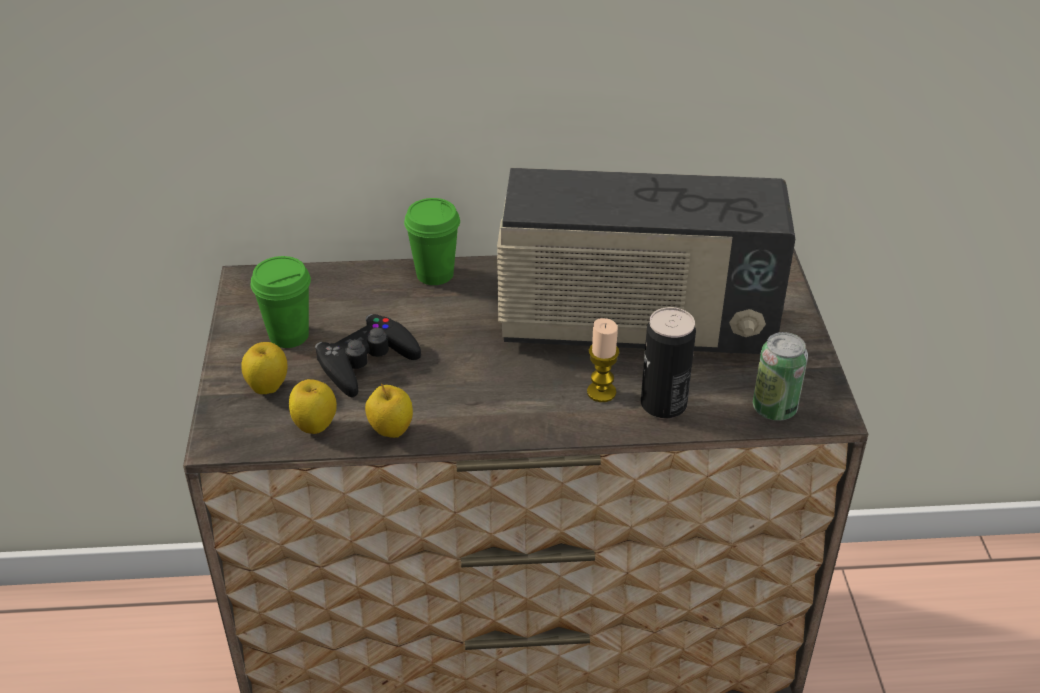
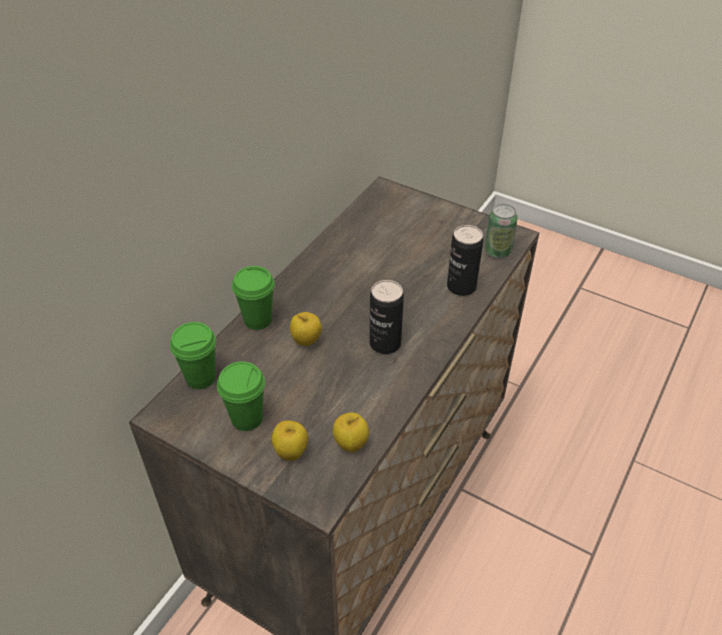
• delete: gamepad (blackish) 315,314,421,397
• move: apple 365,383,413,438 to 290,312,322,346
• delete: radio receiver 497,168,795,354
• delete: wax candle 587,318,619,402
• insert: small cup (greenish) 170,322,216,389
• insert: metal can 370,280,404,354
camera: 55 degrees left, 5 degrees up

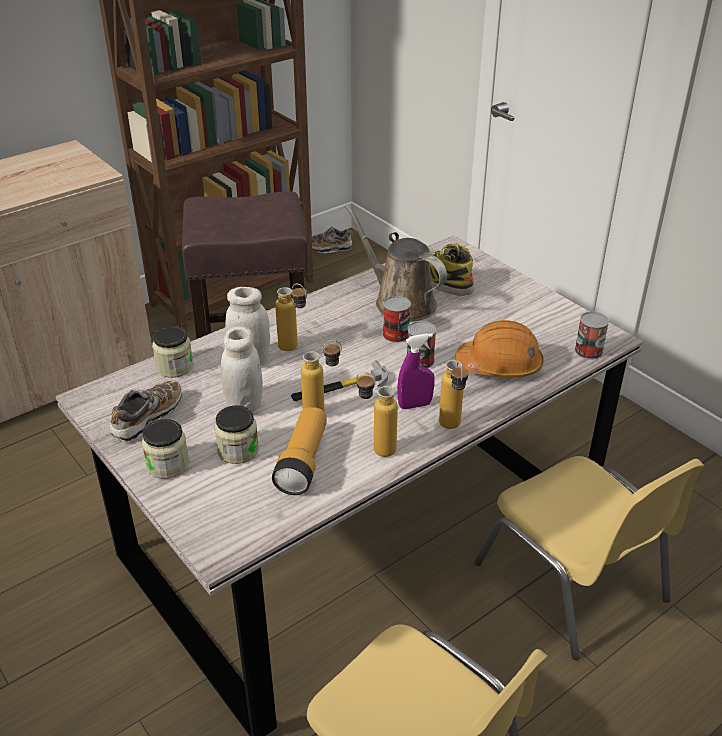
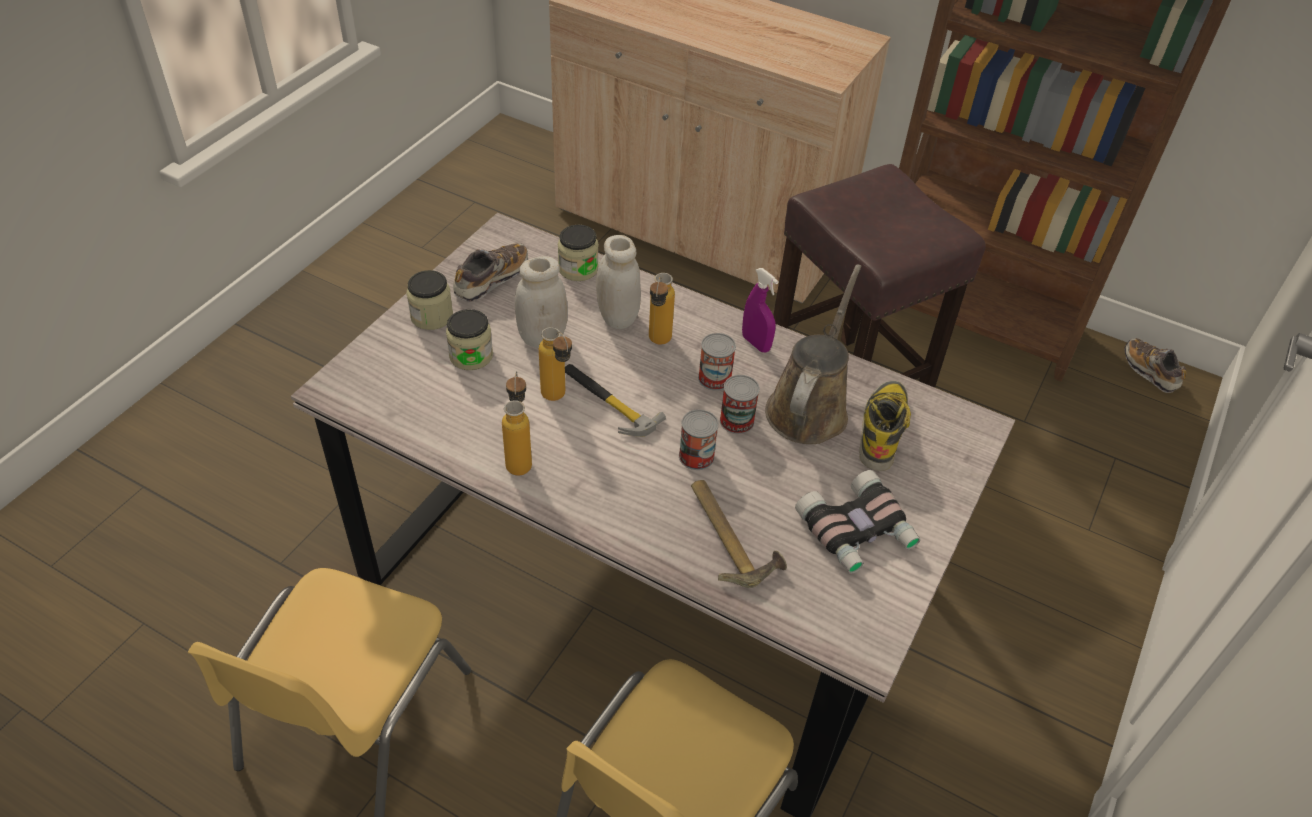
• rotate: low shoe 110,380,183,442 = 453,243,528,302 60 degrees counterclockwise
• delete: torch 272,407,327,495
• move: sprayer (purplish) 397,333,435,409 to 742,268,779,352
• delete: beverage bottle 439,360,468,429
• replace: work helmet (orangey) 455,320,544,377 to tool hammer 691,480,787,588
• move: metal can 575,312,609,360 to 698,333,736,391
• insert: field glasses 795,470,920,573
camera: 65 degrees right, 10 degrees up

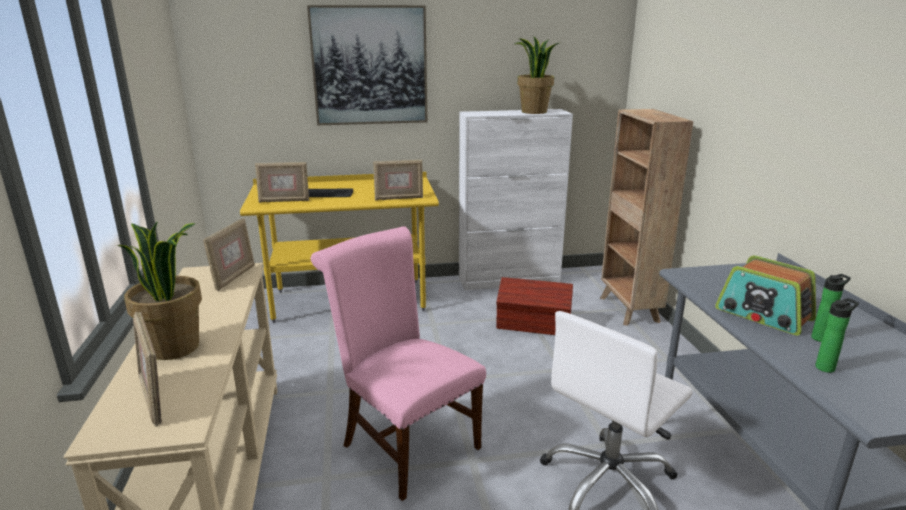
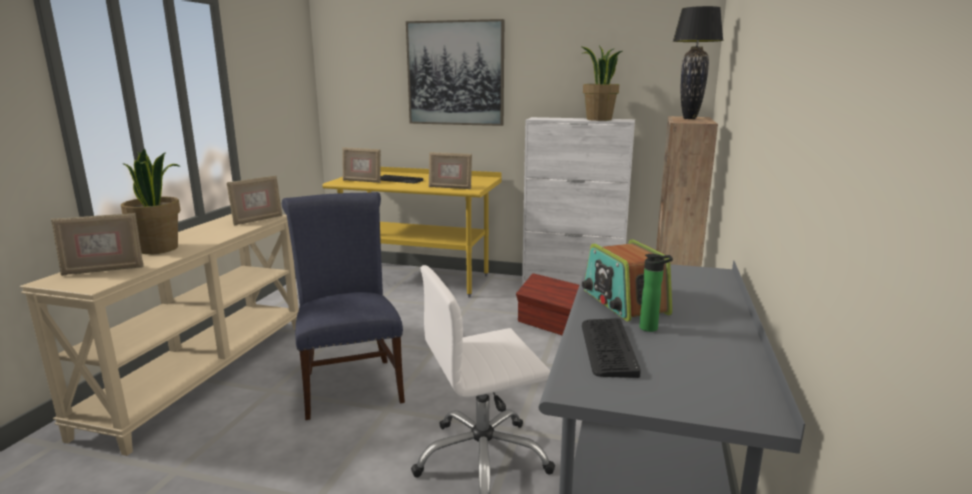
• rotate: standing frame 133,312,162,427 = 51,213,144,276 105 degrees counterclockwise
• recolor: upright chair (pink-coloured) 311,226,486,501 to upright chair (blue-coloured) 282,192,405,420
• replace: beverage bottle 815,298,859,373 to PC keyboard 582,318,641,378
• insert: tabletop lamp (blackish) 673,6,724,119
camera: 25 degrees right, 5 degrees down

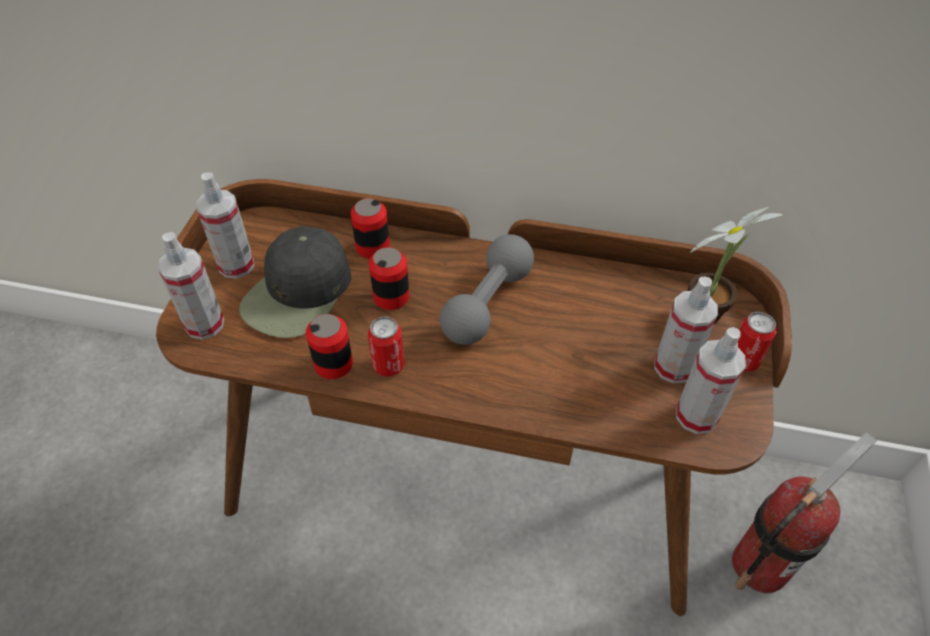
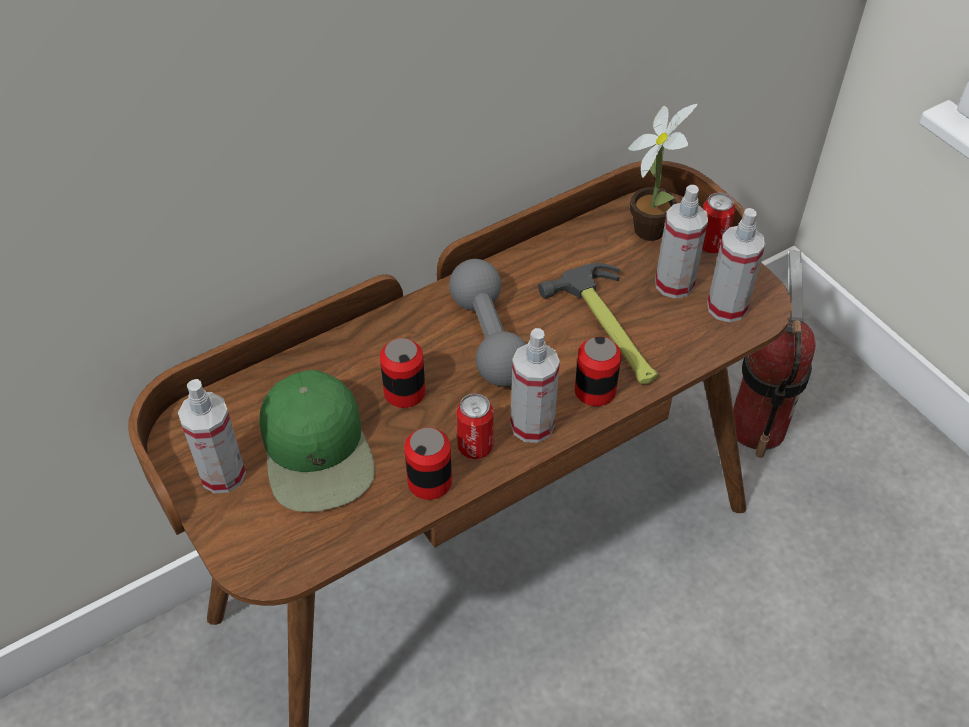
• move: sprayer 158,232,224,340 to 510,328,560,443
• recolor: cap (blackish) 239,226,351,338 to cap (greenish) 259,370,375,512
• move: metal can 351,198,390,259 to 575,336,621,406
• insert: tool hammer 538,263,658,384
camera: 45 degrees left, 0 degrees up

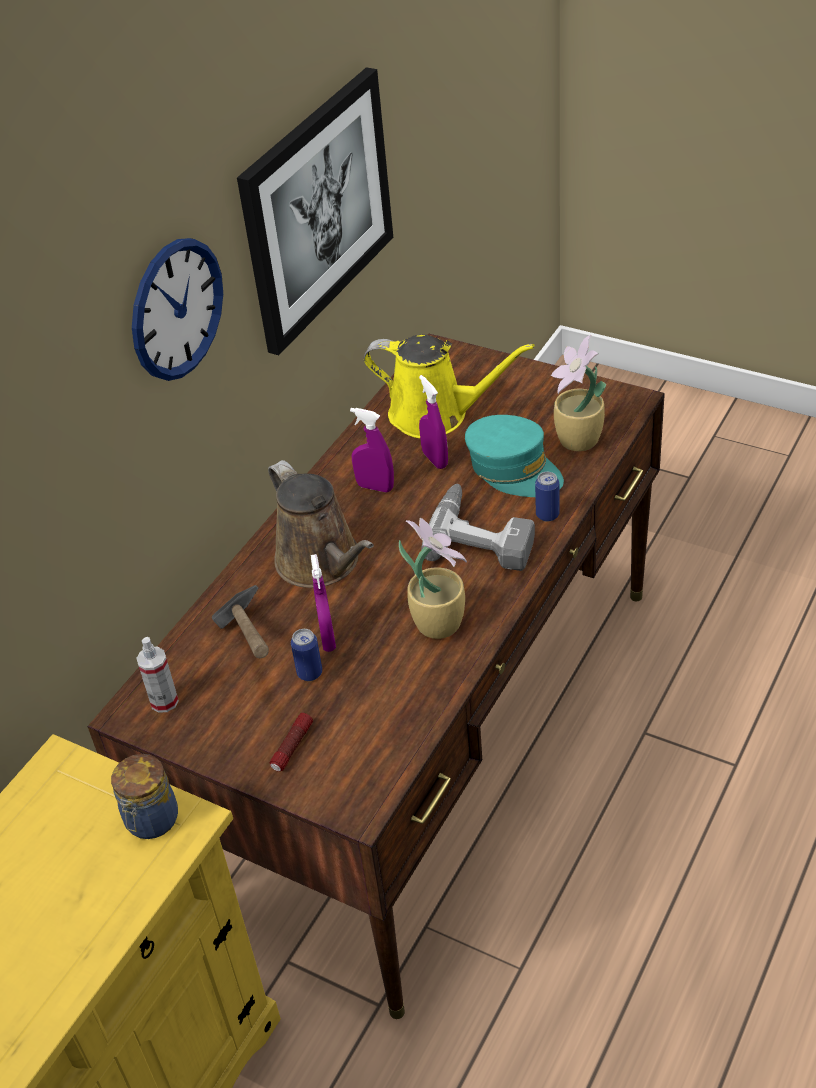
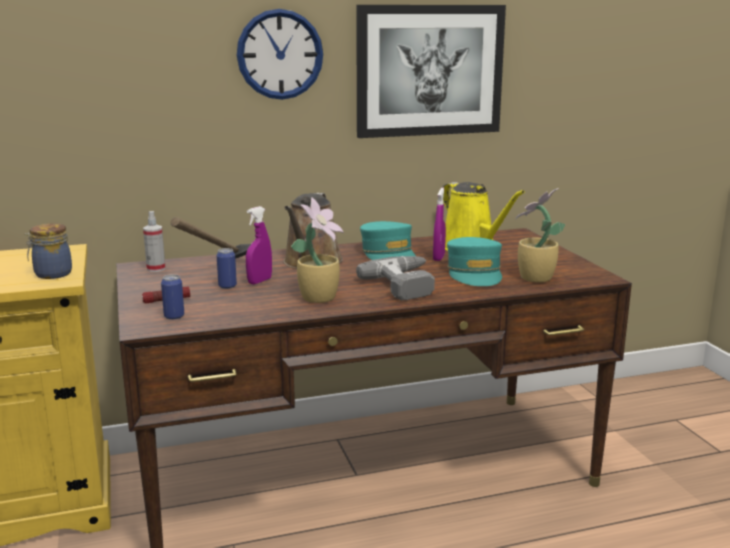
• replace: sprayer (purplish) 350,408,394,492 to cap (blue-green) 360,221,416,260
• move: metal can 535,472,560,522 to 161,274,184,320
camera: 40 degrees right, 25 degrees down

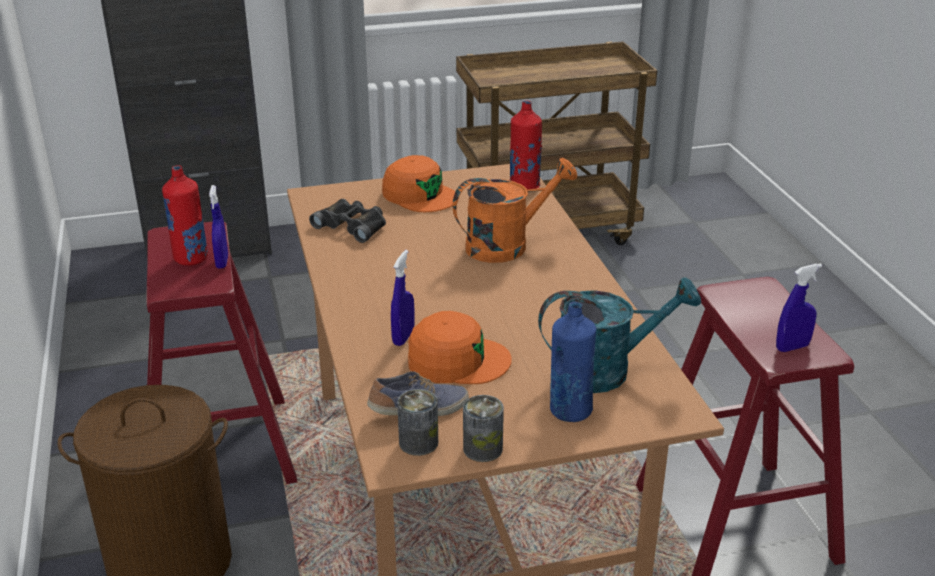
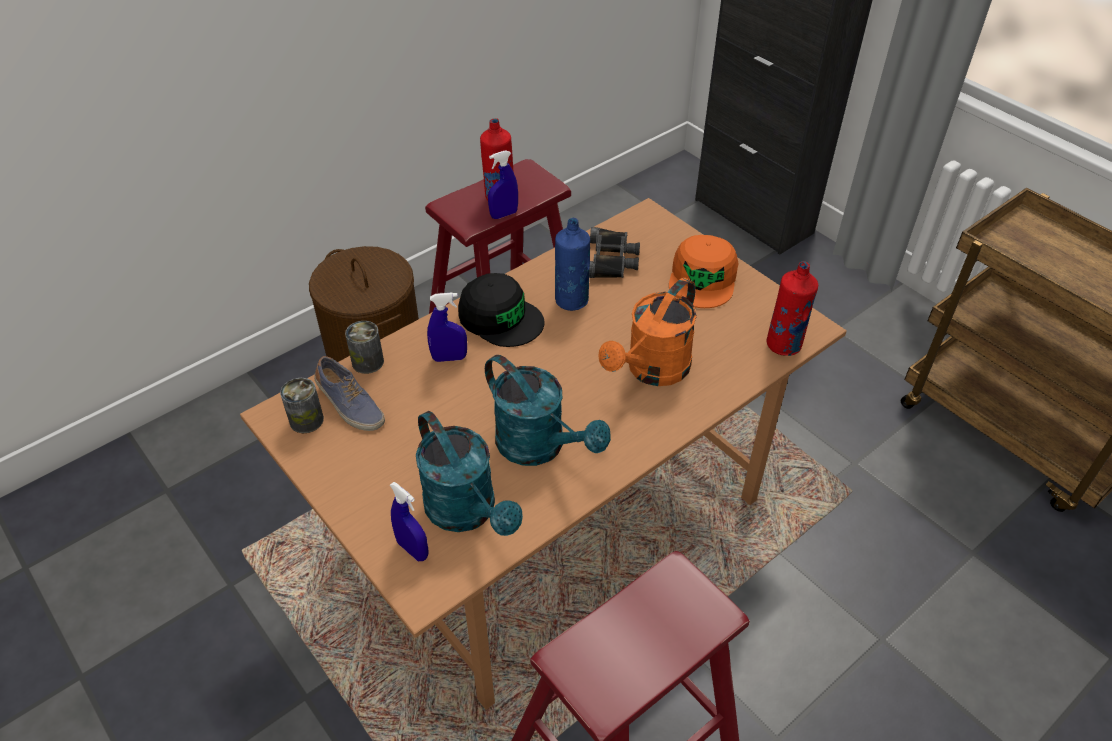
• delete: cap (orangey) 408,311,512,384
• rotate: watering can (orangey) 452,158,578,263 = 598,278,697,386 90 degrees clockwise
• move: metal can 463,395,504,462 to 345,321,384,374
• move: beverage bottle (blue-coloured) 550,302,597,422 to 555,218,590,311
• move: sprayer (blue-coloured) 776,263,822,352 to 390,482,428,561
• insert: cap (blackish) 458,273,545,347
• insert: watering can (blue-green) 485,355,611,466
camera: 65 degrees right, 15 degrees up

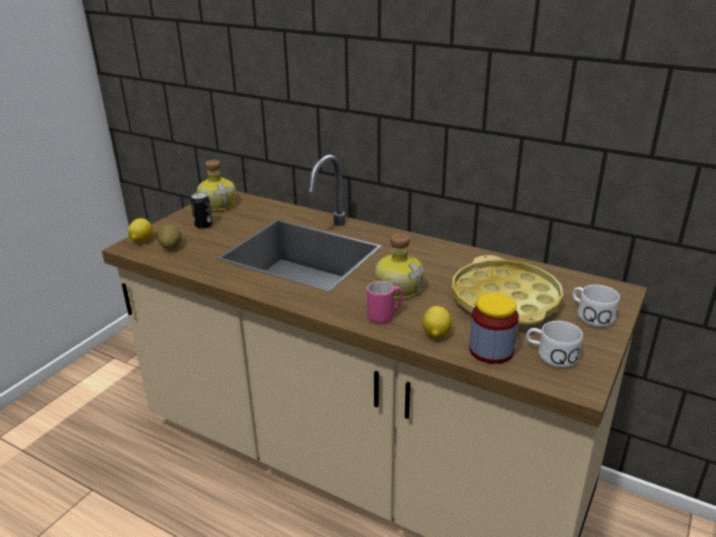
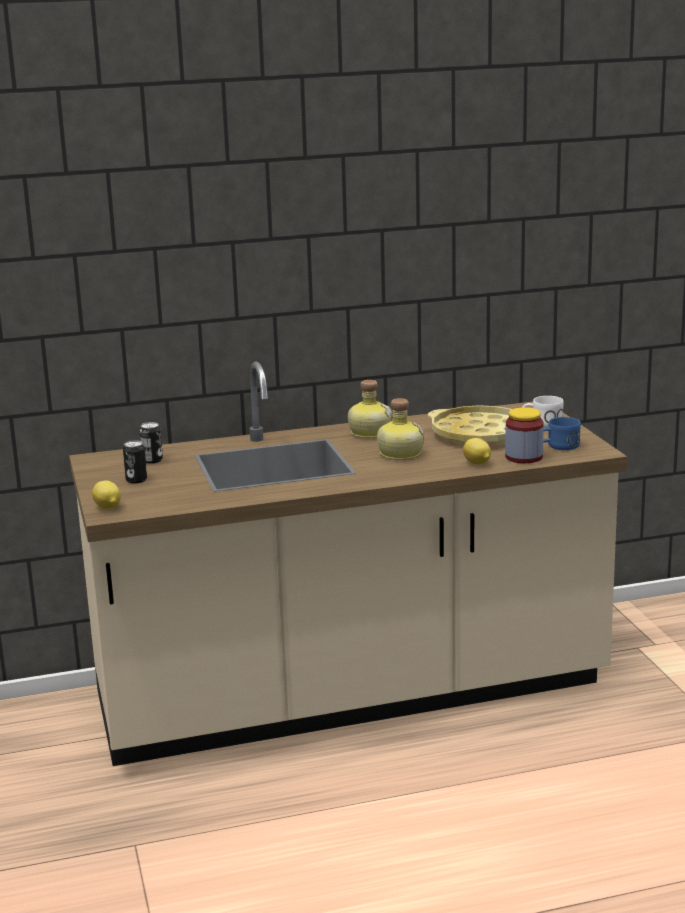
• delete: potato 158,224,182,249
• move: beverage bottle 197,160,236,211 to 348,380,392,438
• delete: tea mug (pink-coloured) 367,281,403,323
• recolor: tea mug (whitish) 526,321,583,368 to tea mug (blue-coloured) 543,417,581,450
• insert: metal can 140,422,163,463
camera: 45 degrees left, 10 degrees down

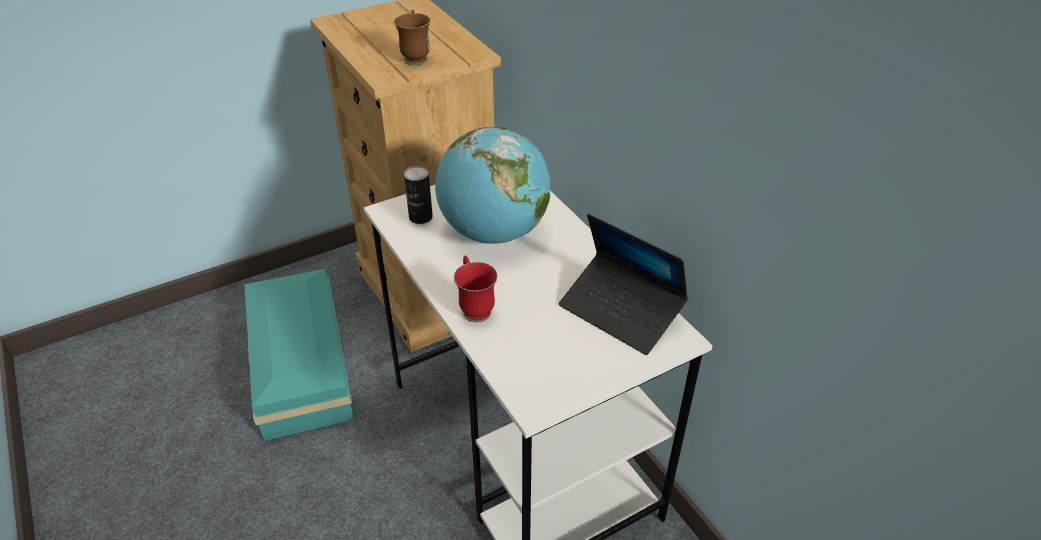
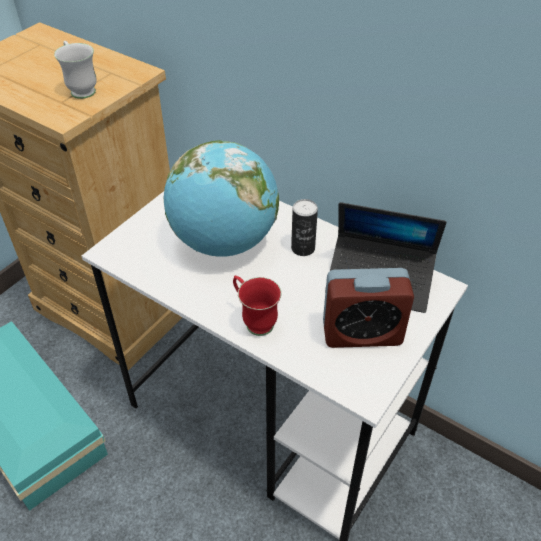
• recolor: tea mug (brown-coloured) 394,10,431,65 to tea mug (whitish) 54,41,97,99
• move: metal can 404,166,433,224 to 291,199,318,256
• insert: bedside clock 323,268,414,348
camera: 25 degrees left, 5 degrees up

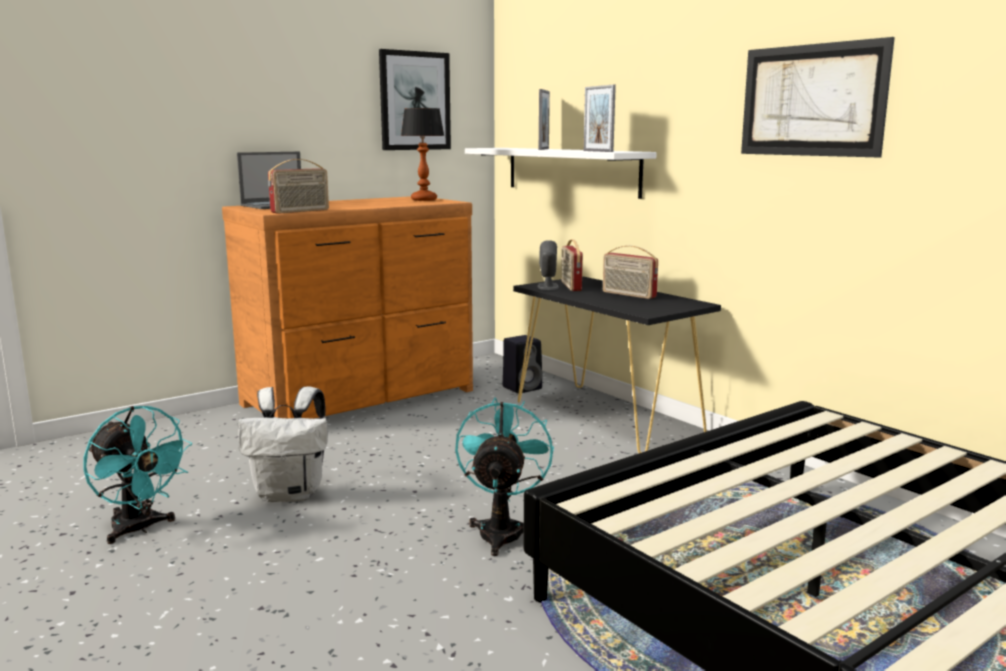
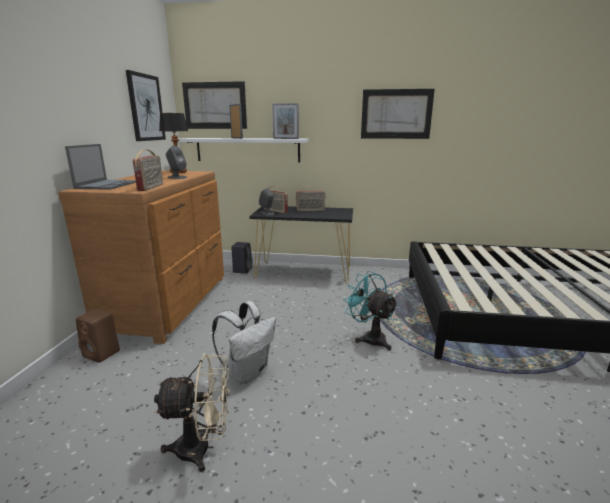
• recolor: electric fan (blue-green) 83,406,192,544 to electric fan (beige-coloured) 154,354,229,472
• insert: audio speaker (brown-coloured) 76,309,120,363
• insert: audio speaker (greyish) 166,146,187,179
• insert: wall art 182,81,247,129
camera: 45 degrees left, 5 degrees up

